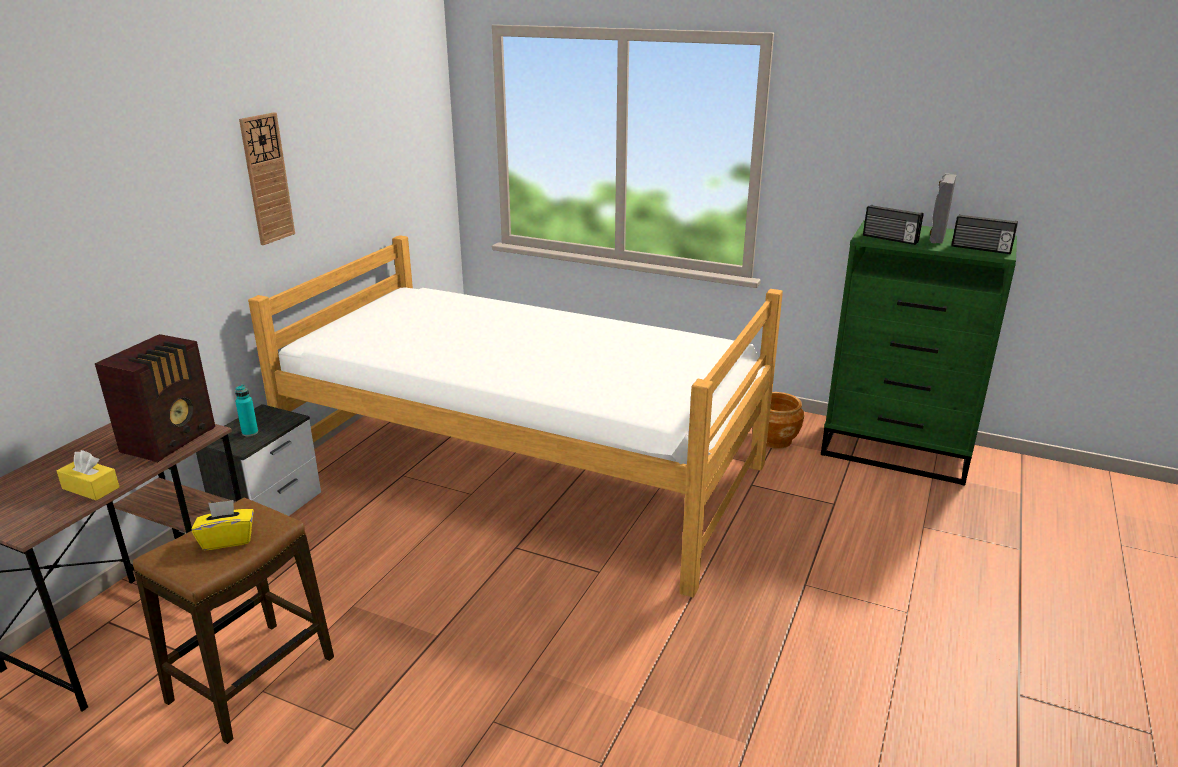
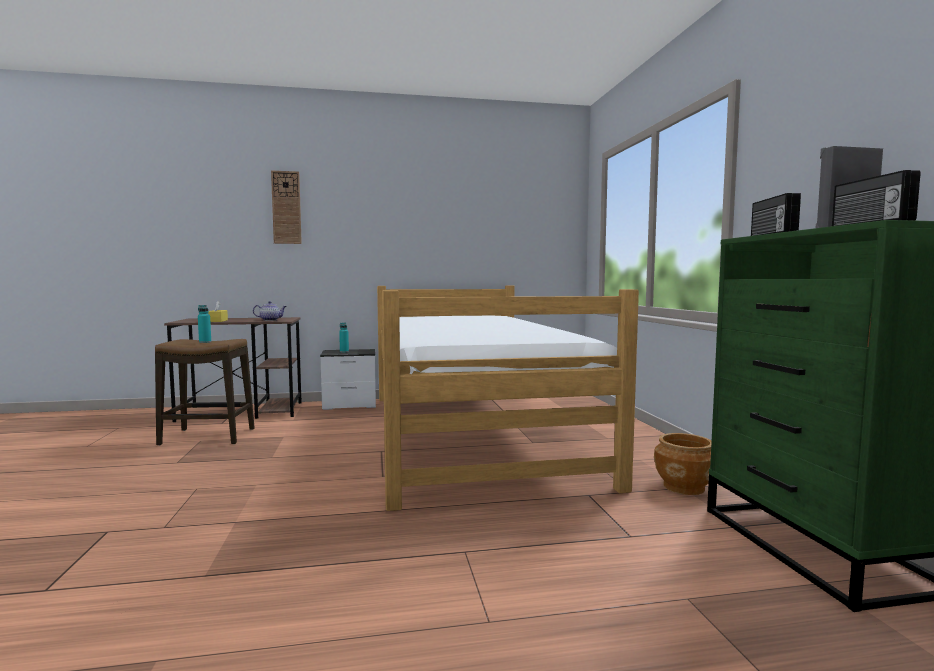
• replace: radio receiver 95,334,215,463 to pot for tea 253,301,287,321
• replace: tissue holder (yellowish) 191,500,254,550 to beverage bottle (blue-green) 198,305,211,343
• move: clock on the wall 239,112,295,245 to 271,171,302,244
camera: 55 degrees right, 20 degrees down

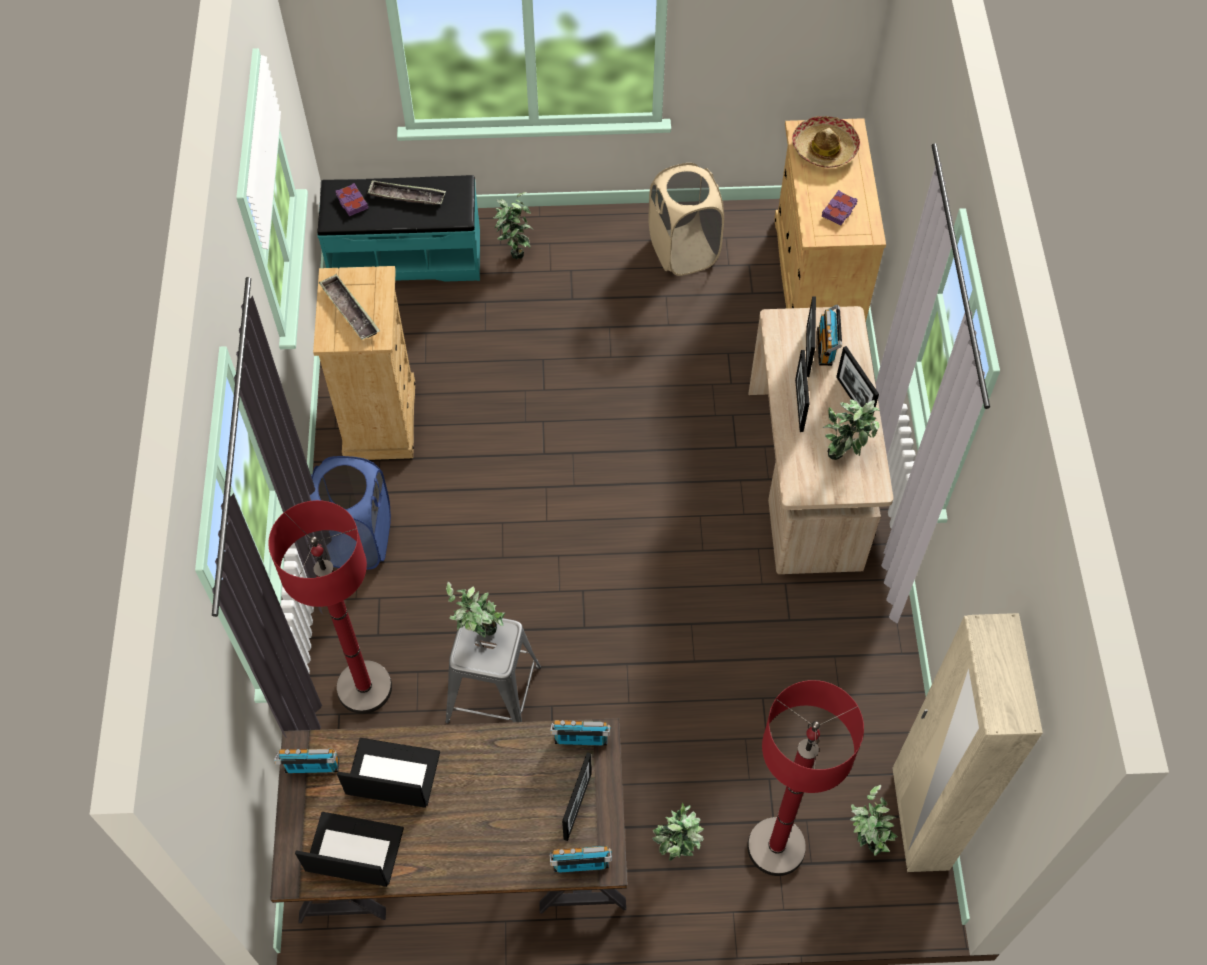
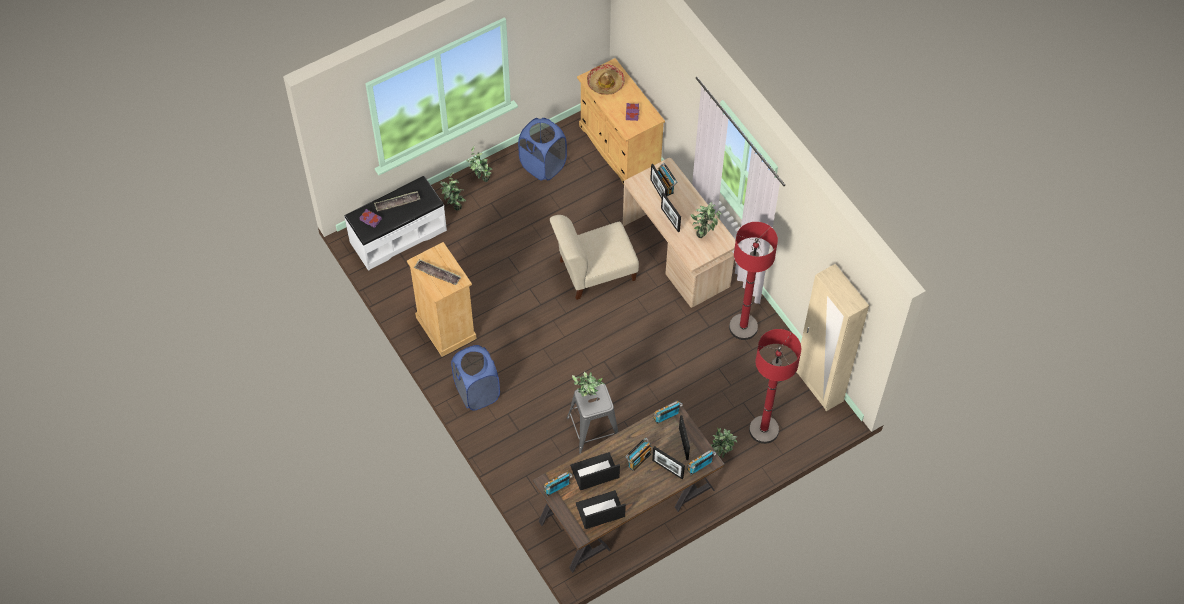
• move: floor lamp (reddish) 268,500,392,714 to 729,222,778,340
• recolor: bench (blue-green) 317,175,480,281 to bench (whitish) 344,176,447,271
• recolor: laundry basket (beige-coloured) 648,163,724,276 to laundry basket (blue-coloured) 518,118,567,181
• move: standing frame 836,346,879,414 to 652,446,685,479
• move: potted plant 850,785,898,856 to 466,146,493,182
• insert: upright chair (beige-coloured) 550,215,639,300
• insert: radio receiver 625,438,652,471
camera: 30 degrees left, 0 degrees up

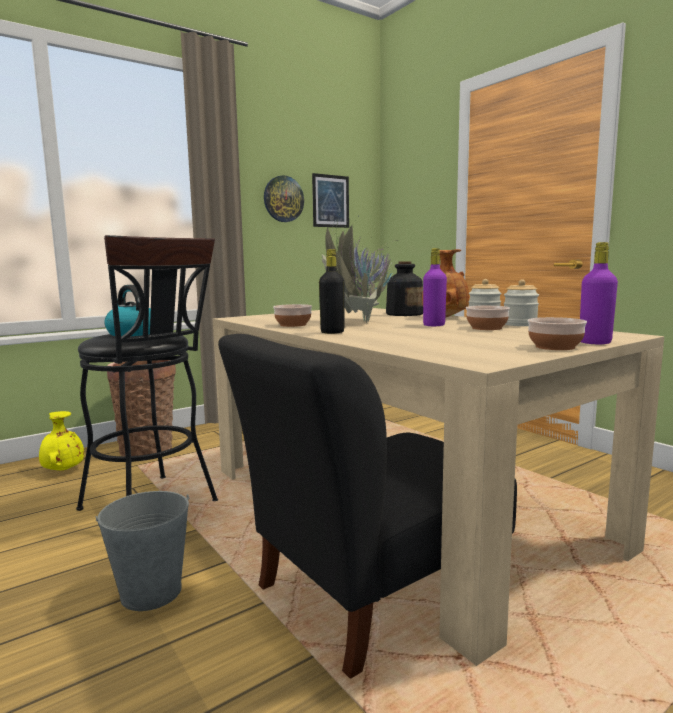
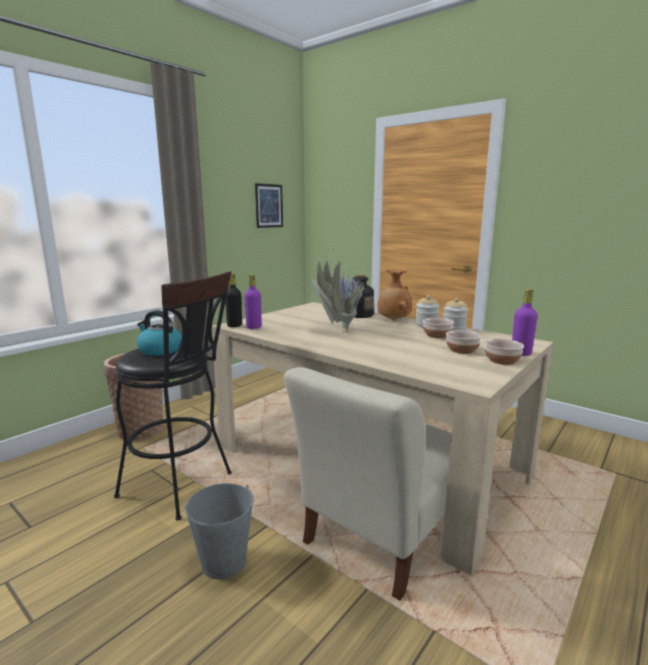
• delete: flower vase (yellowish) 39,411,84,471
• recolor: upright chair (blackish) 218,334,517,678 to upright chair (beige-coloured) 284,367,452,600
• delete: clock on the wall 264,175,304,222
• move: deep dish 273,304,312,327 to 446,330,481,354
• move: beverage bottle (blackish) 319,249,345,334 to 225,273,242,327
• move: beverage bottle (purplish) 423,248,447,326 to 244,274,262,329
camera: 15 degrees left, 5 degrees up

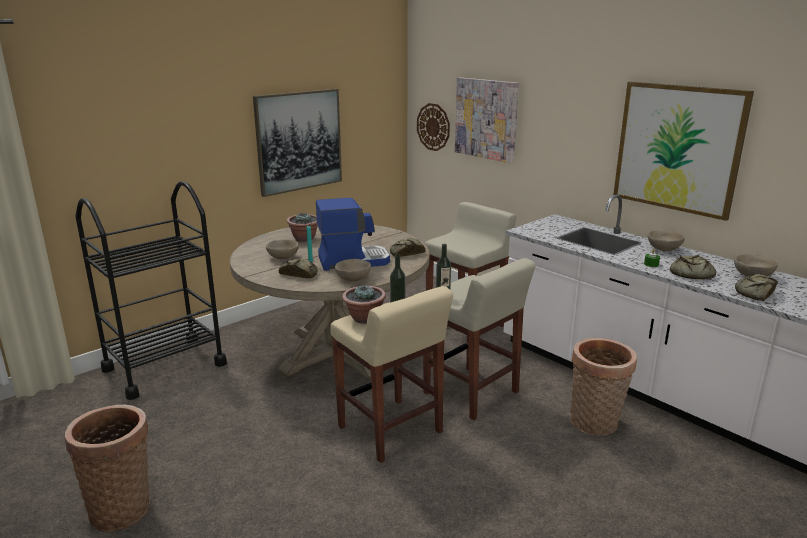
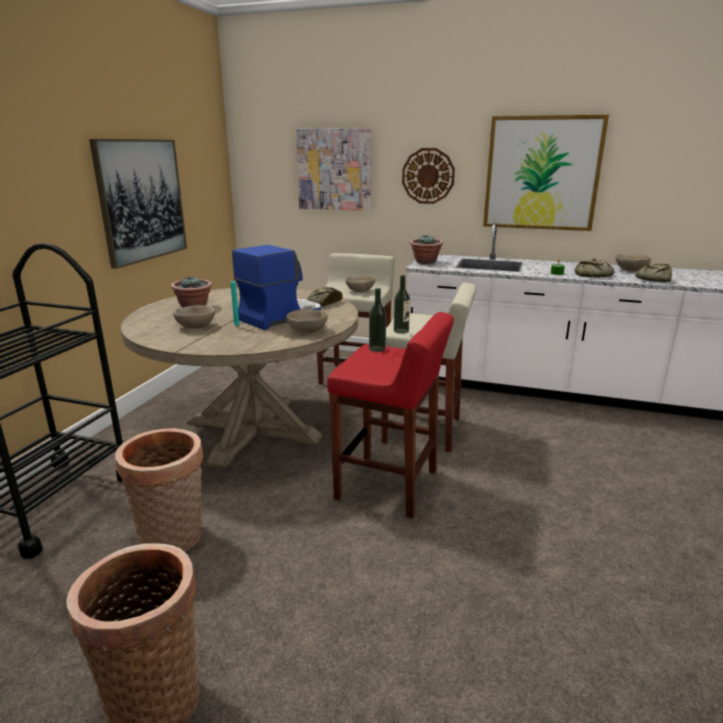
• delete: baked bread 279,259,318,279
• recolor: stool seat (beige-coloured) 330,286,453,463 to stool seat (reddish) 327,312,454,518
• move: potted plant 342,285,386,324 to 410,235,443,264
• move: clock on the wall 417,103,450,151 to 402,148,455,204
• move: storage basket 570,338,637,436 to 115,428,203,552
• move: deep dish (beige-coloured) 648,230,685,251 to 345,275,375,293
camera: 30 degrees left, 0 degrees up

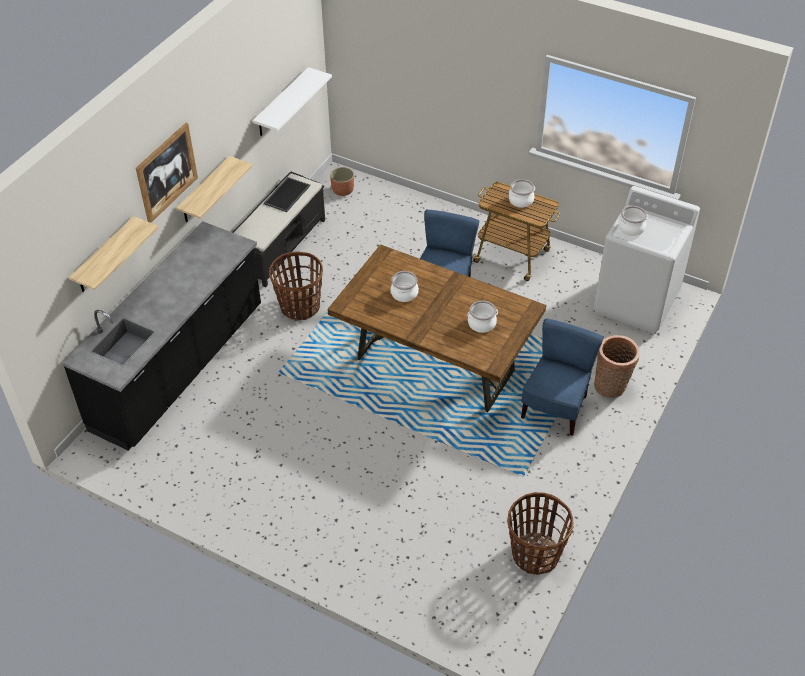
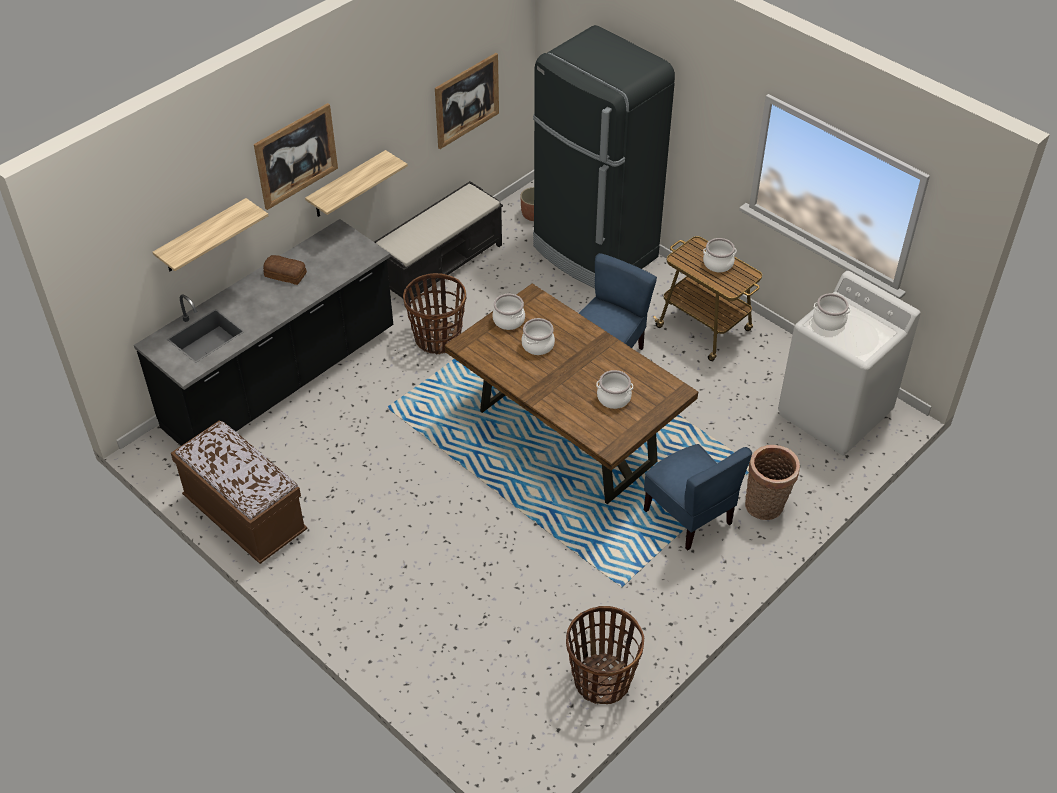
• replace: wall shelf (whitish) 253,67,332,136 to wall art 435,53,499,149
• delete: tray 264,177,310,212
• rotate: upright chair (blue-coloured) 521,319,604,436 = 644,444,752,550 105 degrees clockwise
• insert: bench (brown-coloured) 171,420,307,564
• insert: baked bread 263,255,307,285
• insert: stockpot 492,294,525,330
• insert: fridge (blackish) 533,25,675,288
camera: 15 degrees right, 0 degrees up

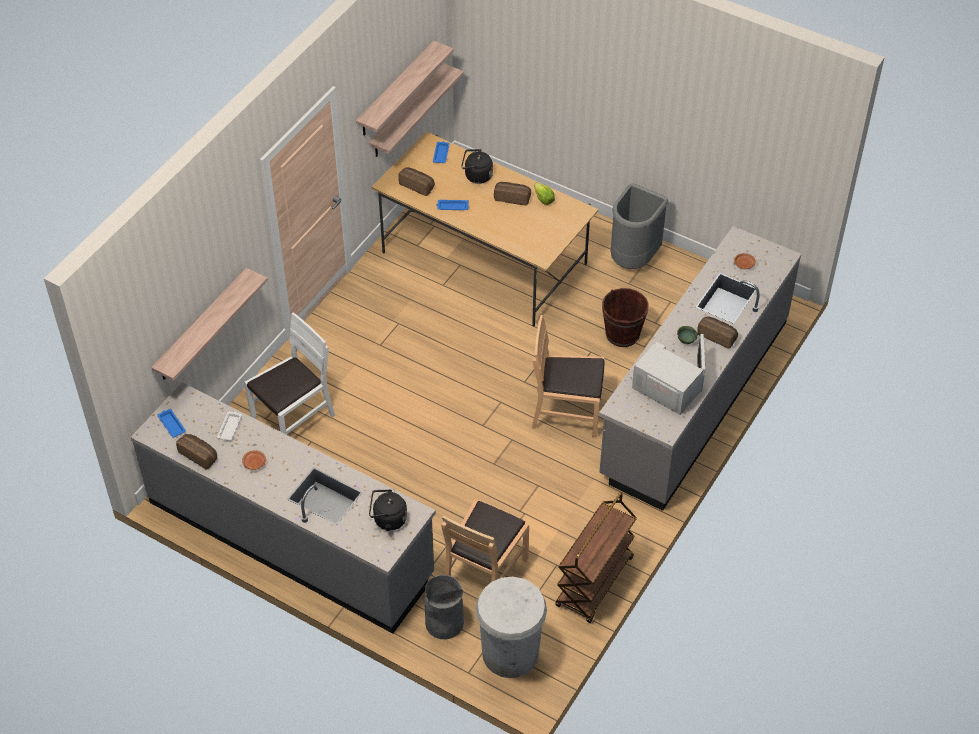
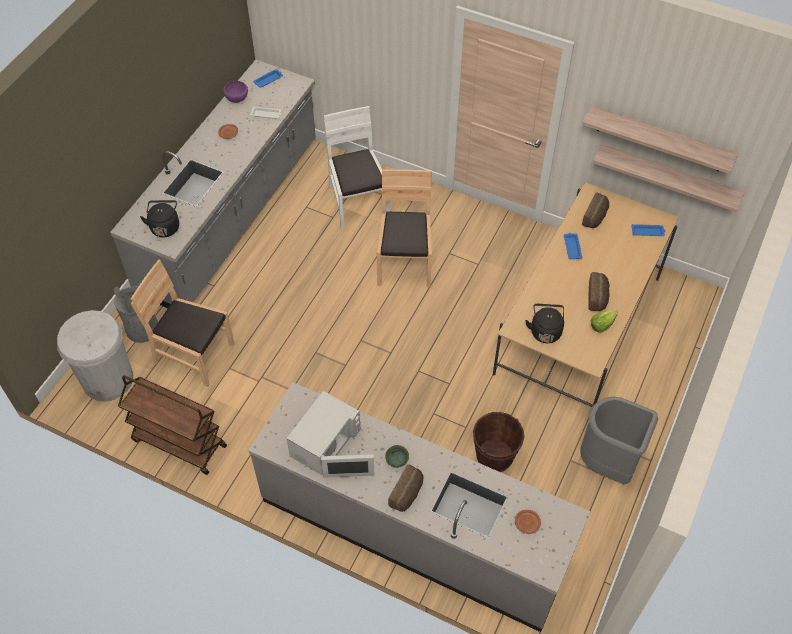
• delete: wall shelf 151,268,268,381
• replace: baked bread 176,434,217,470 to deep dish (purplish) 223,81,248,103
• rotate: upright chair (whitish) 244,312,335,435 = 324,106,390,229 150 degrees counterclockwise
• move: water kettle (blackish) 461,149,493,184 to 525,304,564,343
• move: upright chair (brown-coloured) 532,315,605,437 to 377,169,432,287
camera: 85 degrees right, 5 degrees up

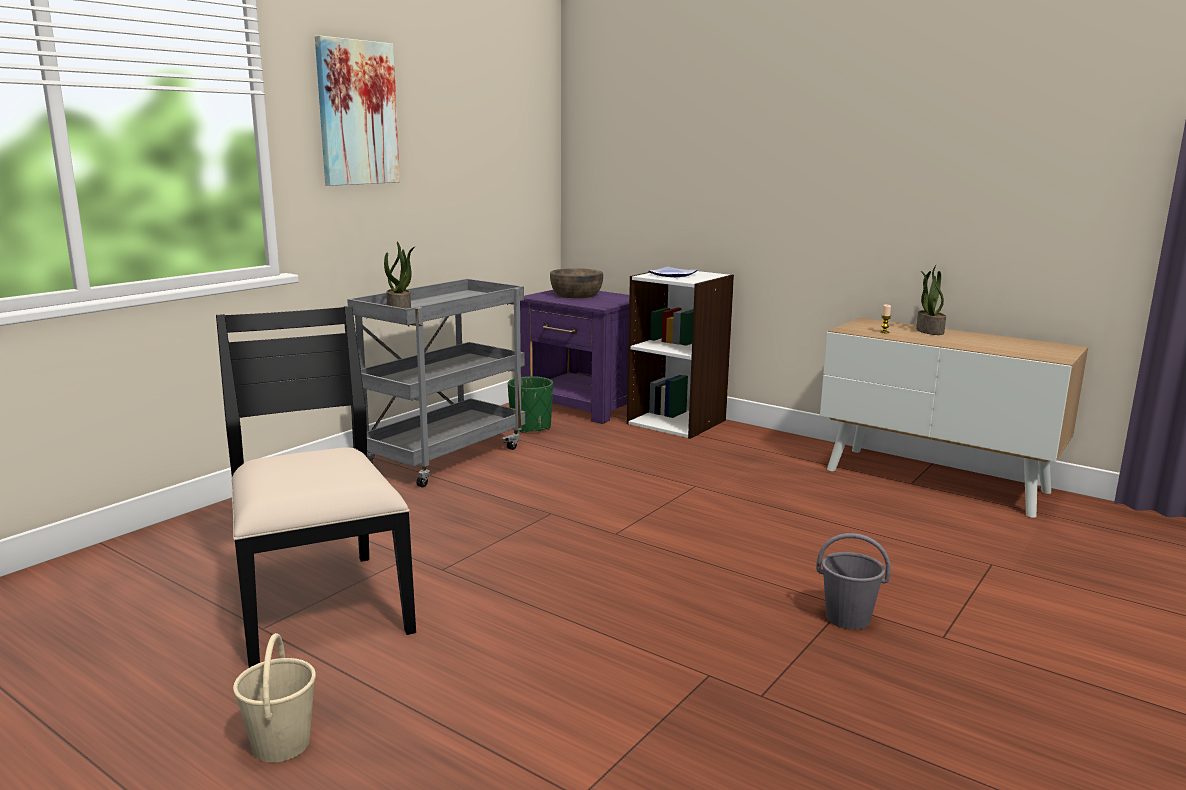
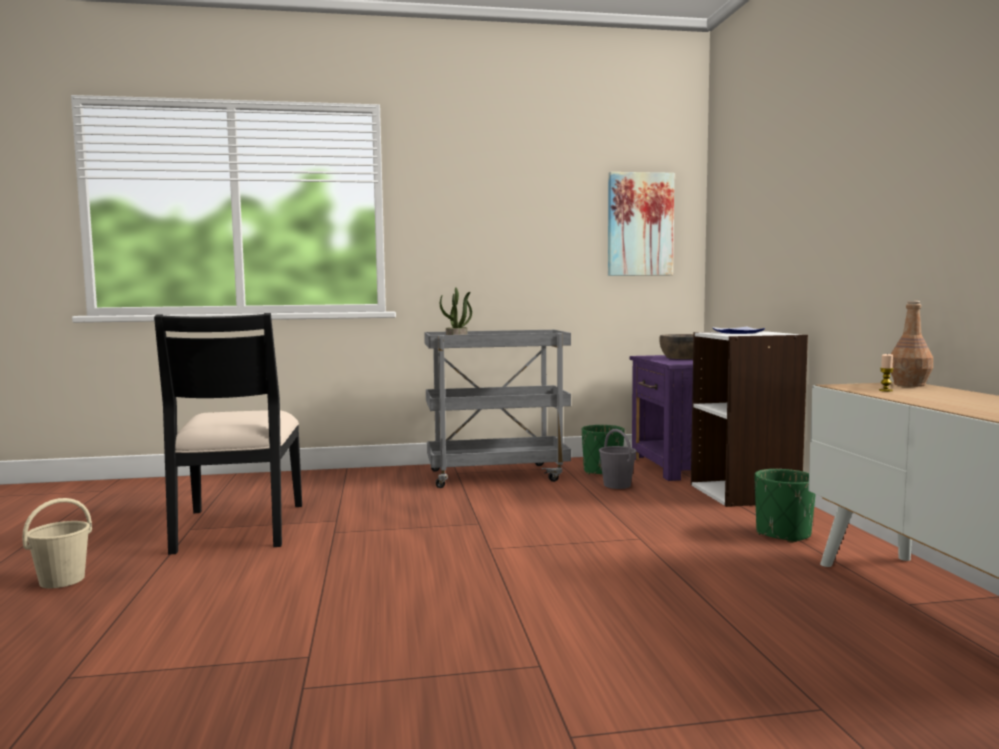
• rotate: upright chair (blackish) 216,306,416,668 = 154,313,302,555 150 degrees clockwise
• move: wall art 315,36,400,186 to 608,172,674,276
• move: water bucket (greyish) 816,533,890,630 to 599,429,636,489
• delete: potted plant 916,265,946,335
• insert: plant pot (greenish) 755,469,816,543
• insert: beverage bottle (brown-coloured) 891,301,933,387
camera: 45 degrees right, 10 degrees down

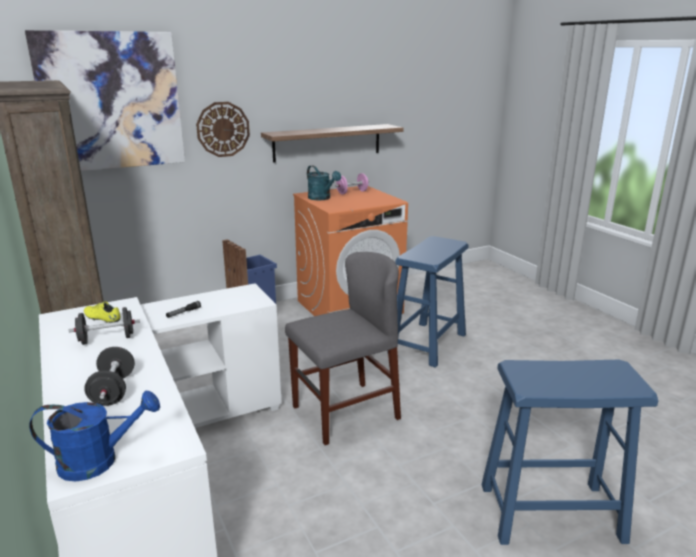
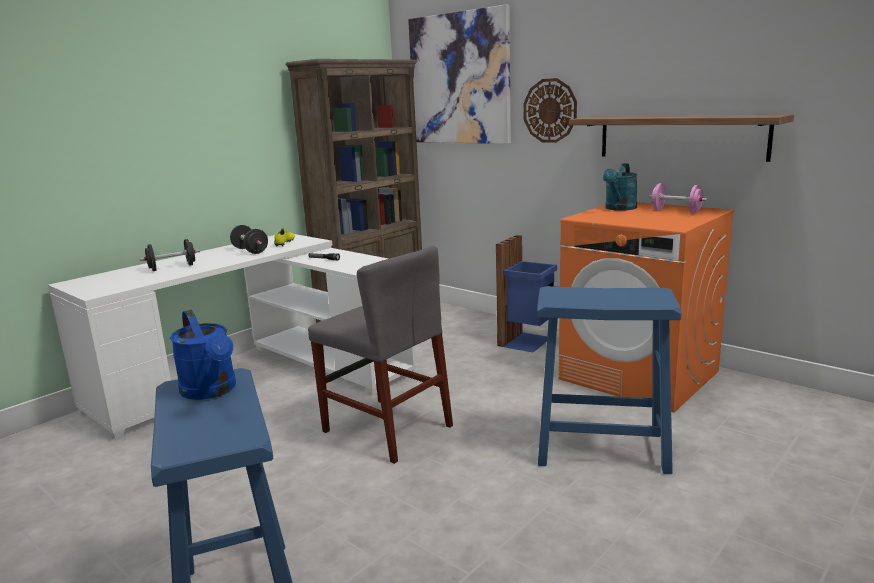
• move: watering can (blue-coloured) 30,391,160,482 to 170,310,236,400
camera: 70 degrees right, 5 degrees down

